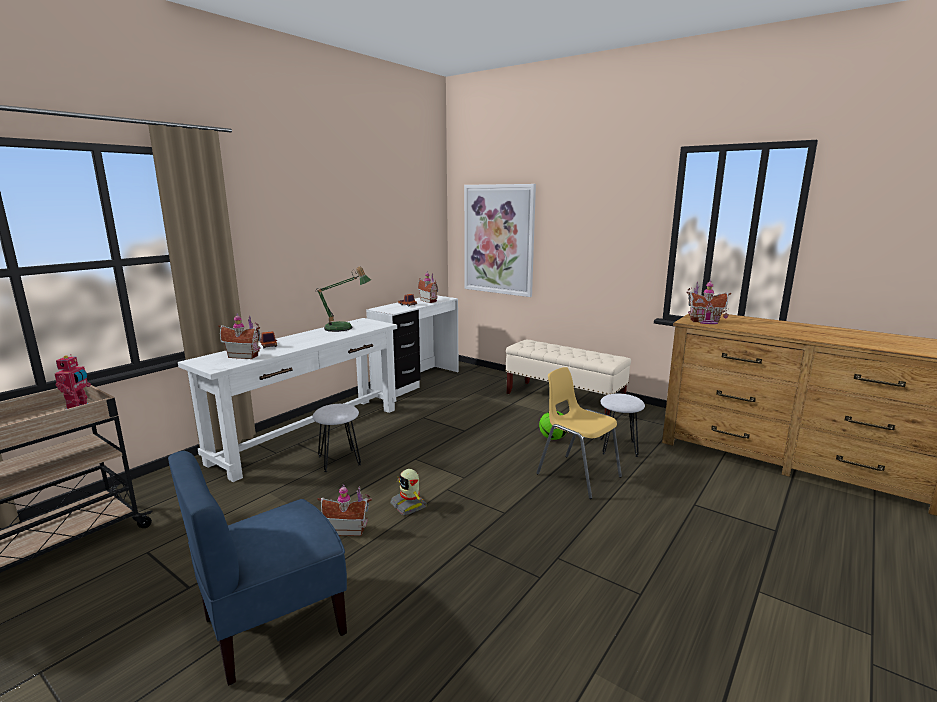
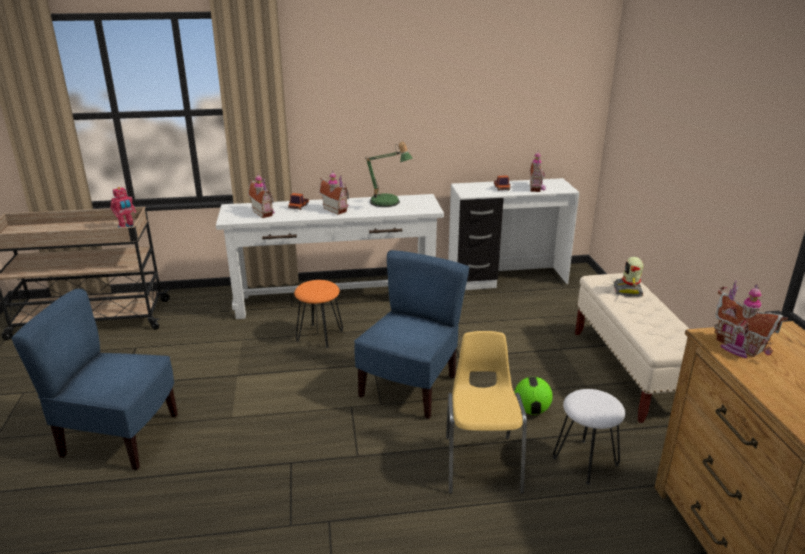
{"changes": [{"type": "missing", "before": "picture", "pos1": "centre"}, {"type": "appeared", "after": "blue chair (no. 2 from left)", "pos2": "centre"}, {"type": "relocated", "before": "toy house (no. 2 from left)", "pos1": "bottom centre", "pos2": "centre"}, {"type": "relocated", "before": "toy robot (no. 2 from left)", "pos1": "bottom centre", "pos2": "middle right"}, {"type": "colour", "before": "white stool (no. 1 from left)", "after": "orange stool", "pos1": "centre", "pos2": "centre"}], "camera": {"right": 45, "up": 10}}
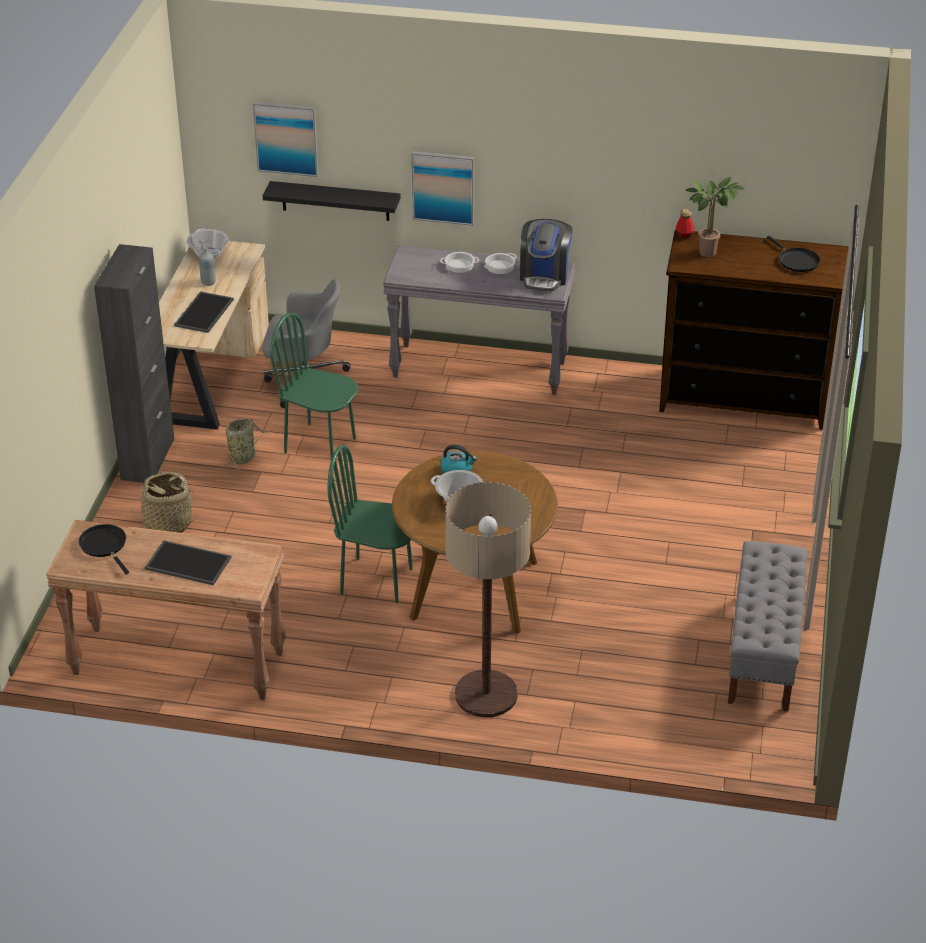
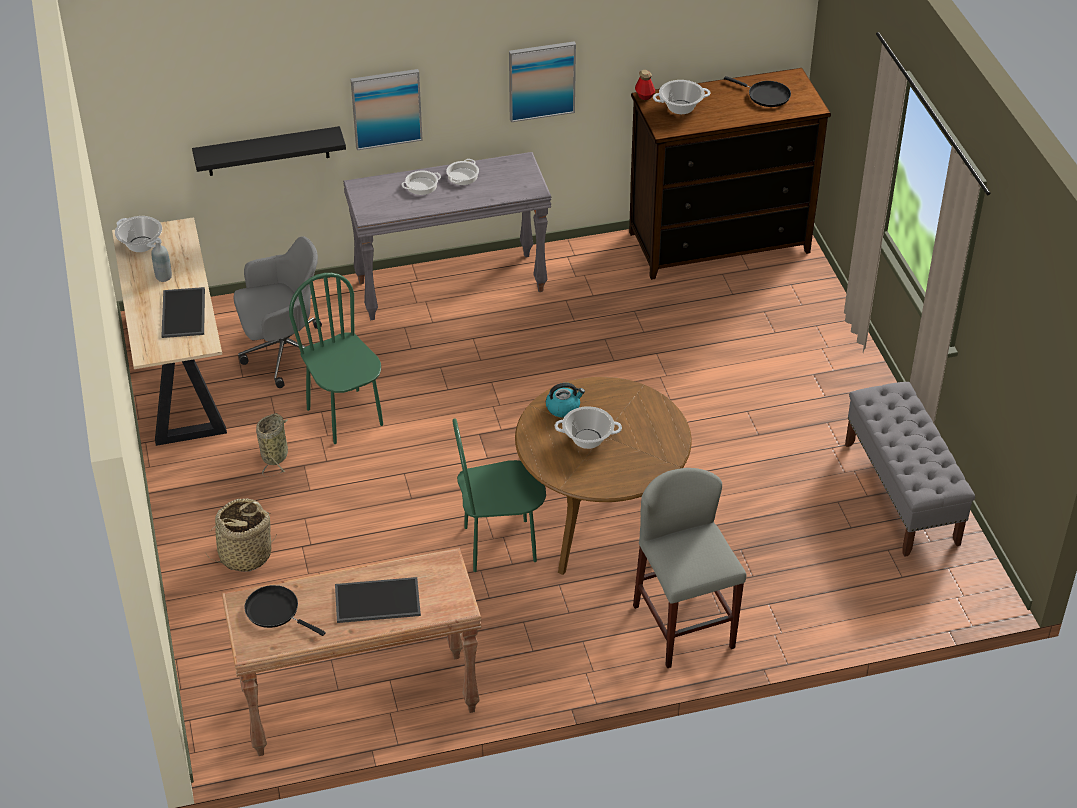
{"changes": [{"type": "missing", "before": "black cabinet", "pos1": "middle left"}, {"type": "missing", "before": "coffee machine", "pos1": "top centre"}, {"type": "relocated", "before": "picture (no. 1 from left in the first image)", "after": "picture (no. 2 from left)", "pos1": "top left", "pos2": "top centre"}, {"type": "exchanged", "before": "floor lamp", "after": "grey stool", "pos1": "centre", "pos2": "bottom centre"}, {"type": "exchanged", "before": "potted plant", "after": "cooking pot (no. 5 from left)", "pos1": "top right", "pos2": "top centre"}, {"type": "spun", "before": "green chair (no. 1 from left)", "pos1": "centre", "pos2": "middle left", "turn": 60}], "camera": {"right": -25, "up": 5}}
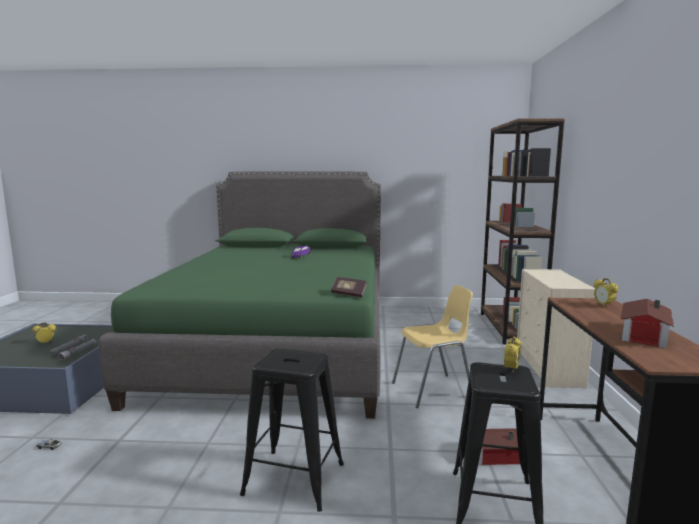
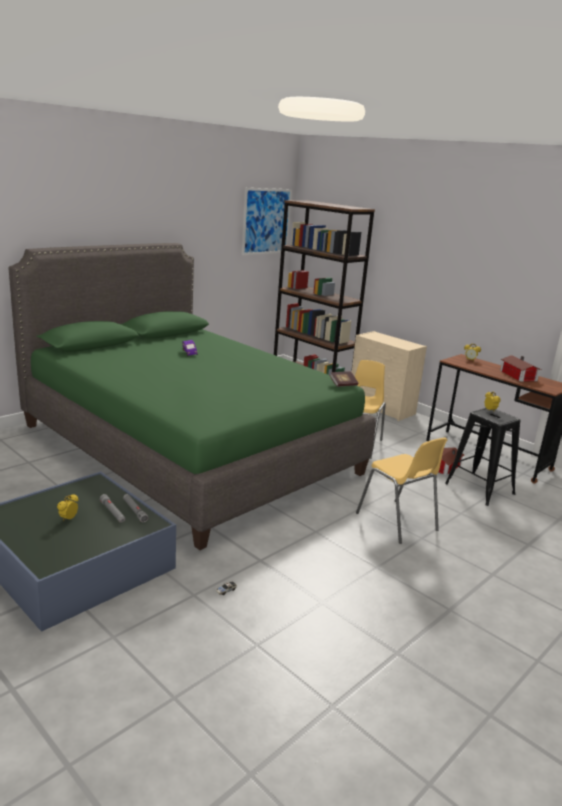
{"changes": [{"type": "appeared", "after": "picture", "pos2": "top centre"}, {"type": "exchanged", "before": "black stool (no. 1 from left)", "after": "yellow chair (no. 2 from left)", "pos1": "bottom centre", "pos2": "middle right"}], "camera": {"right": -50, "up": 10}}
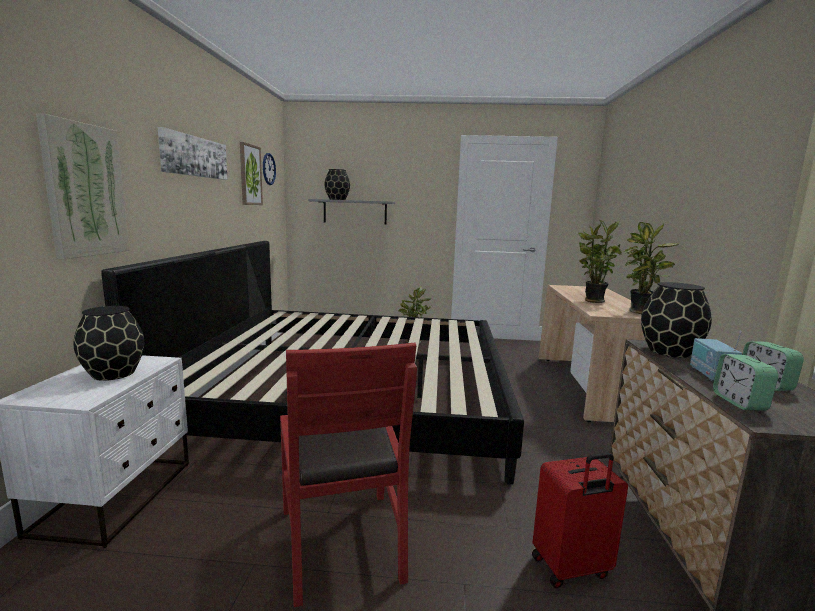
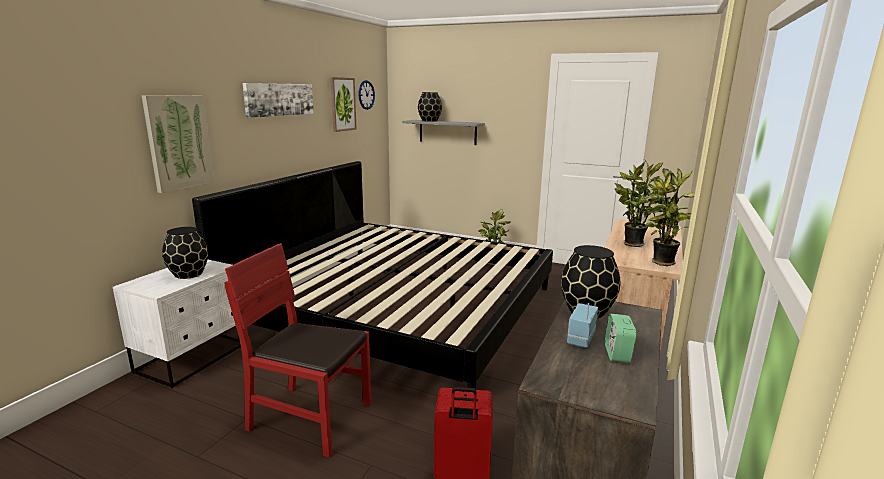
{"changes": [{"type": "missing", "before": "alarm clock (no. 1 from left)", "pos1": "middle right"}, {"type": "spun", "before": "red chair", "pos1": "bottom centre", "pos2": "bottom centre", "turn": 105}], "camera": {"right": 20, "up": 5}}
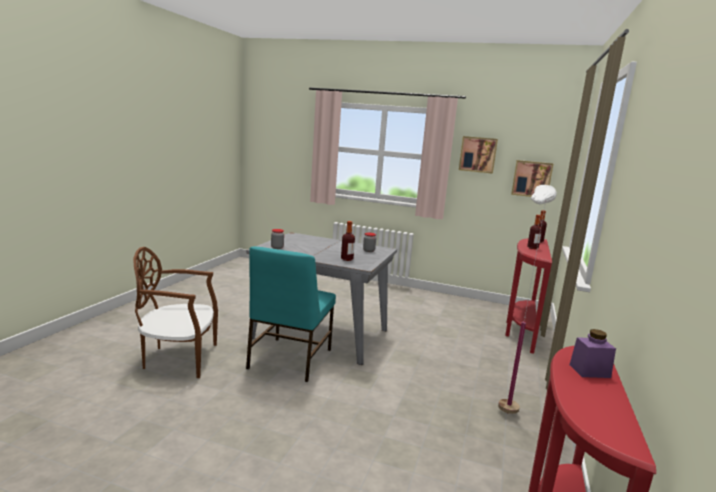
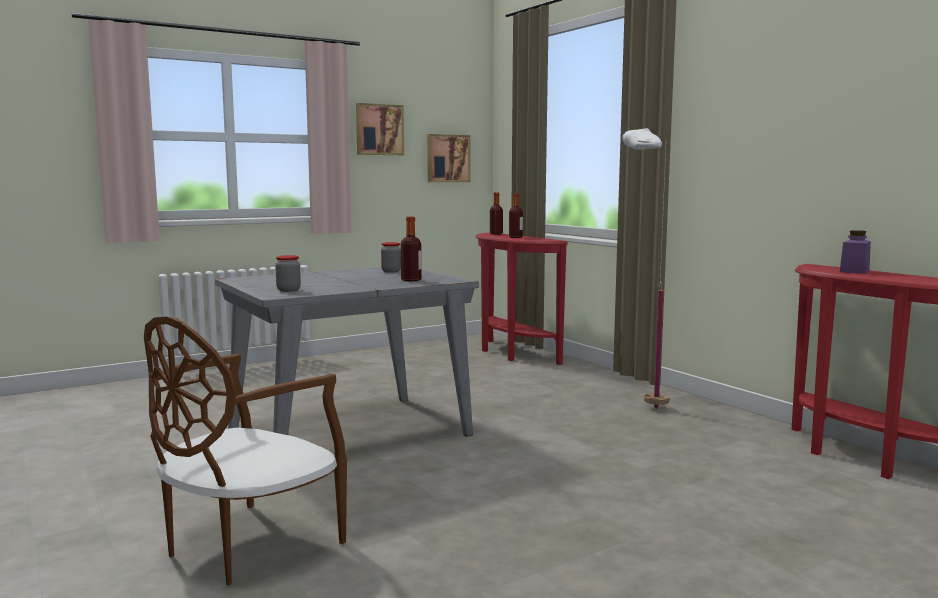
{"changes": [{"type": "missing", "before": "turquoise chair", "pos1": "centre"}], "camera": {"right": -50, "up": -5}}
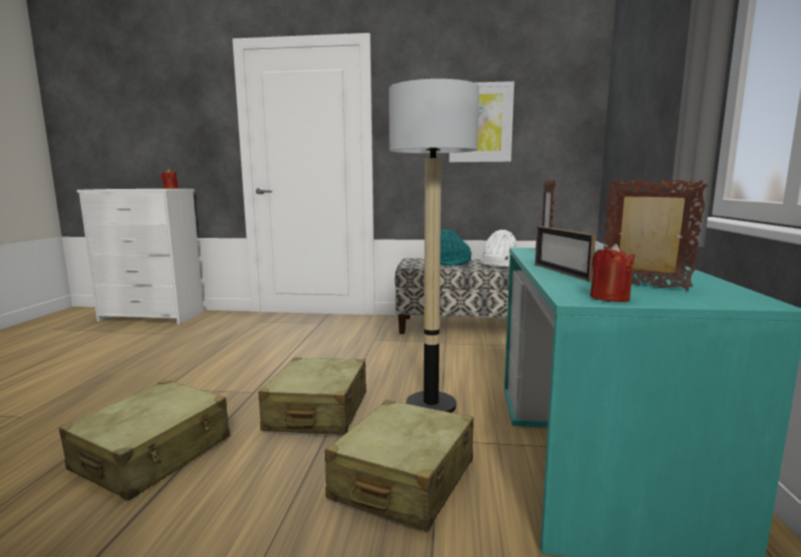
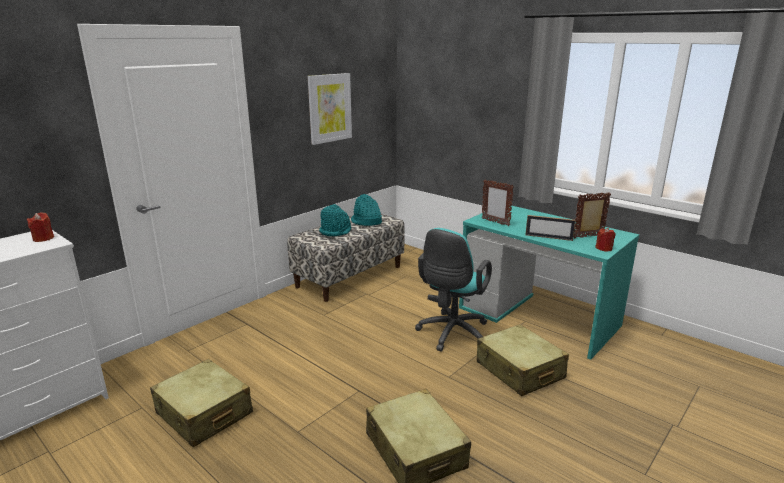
{"changes": [{"type": "relocated", "before": "beige suitcase (no. 2 from left in the first image)", "after": "beige suitcase (no. 1 from left)", "pos1": "bottom centre", "pos2": "bottom left"}, {"type": "exchanged", "before": "floor lamp", "after": "turquoise office chair", "pos1": "centre", "pos2": "centre"}, {"type": "colour", "before": "white hat", "after": "turquoise hat (no. 2 from left)", "pos1": "centre", "pos2": "centre"}], "camera": {"right": -55, "up": 10}}
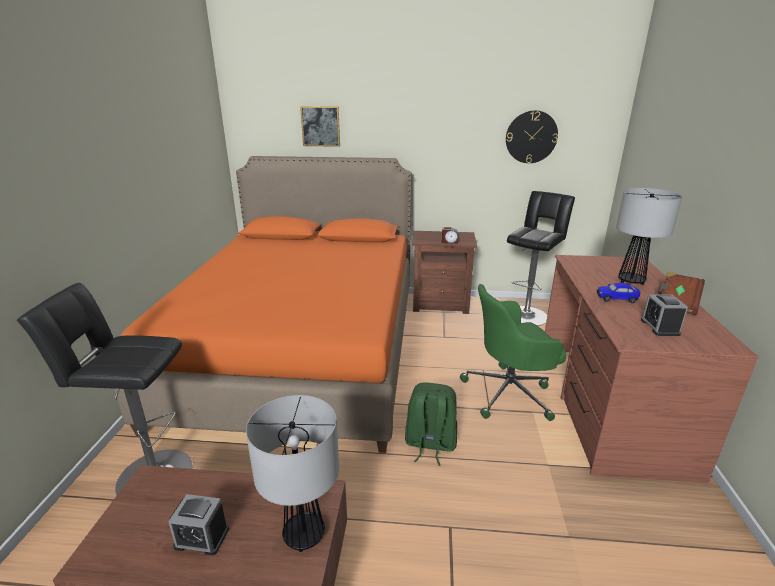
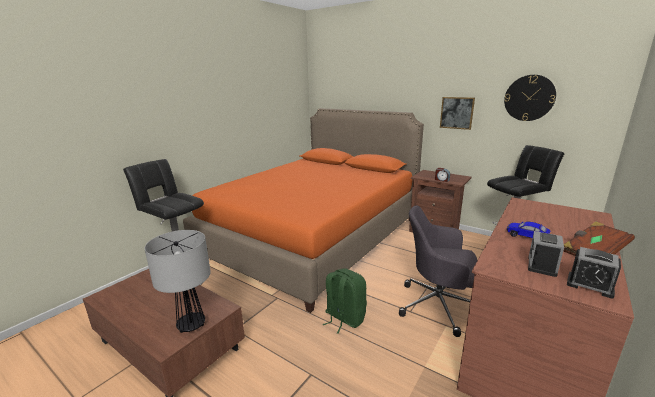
{"changes": [{"type": "missing", "before": "table lamp (no. 2 from left)", "pos1": "middle right"}, {"type": "relocated", "before": "alarm clock (no. 1 from left in the first image)", "after": "alarm clock (no. 3 from left)", "pos1": "bottom left", "pos2": "bottom right"}, {"type": "relocated", "before": "picture", "pos1": "top centre", "pos2": "top right"}, {"type": "colour", "before": "green office chair", "after": "grey office chair", "pos1": "centre", "pos2": "bottom right"}], "camera": {"right": 30, "up": -5}}
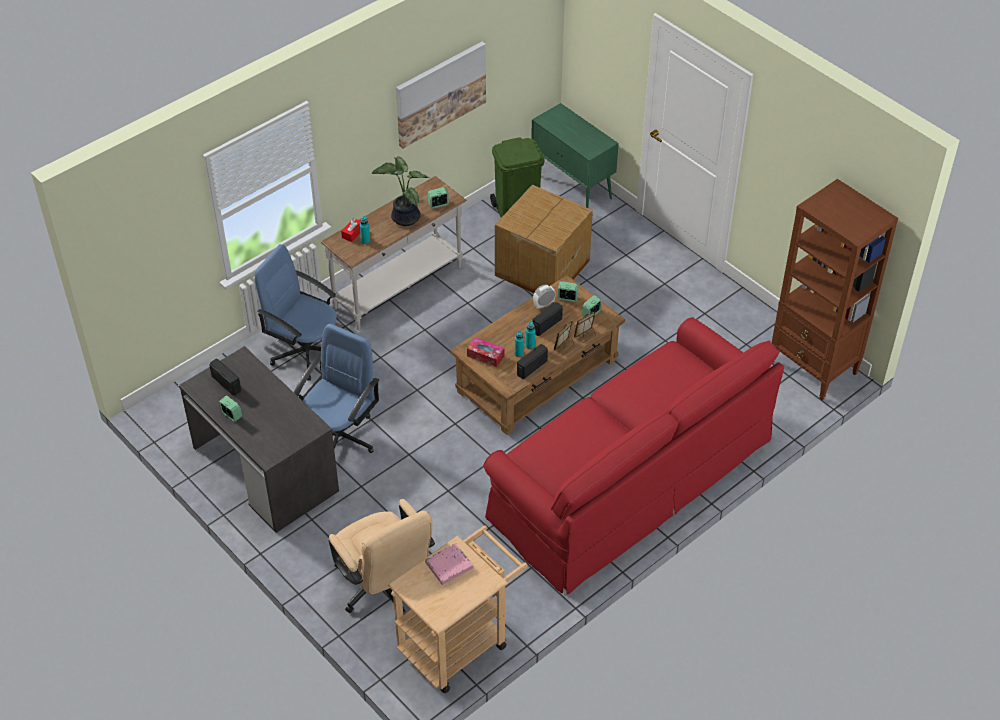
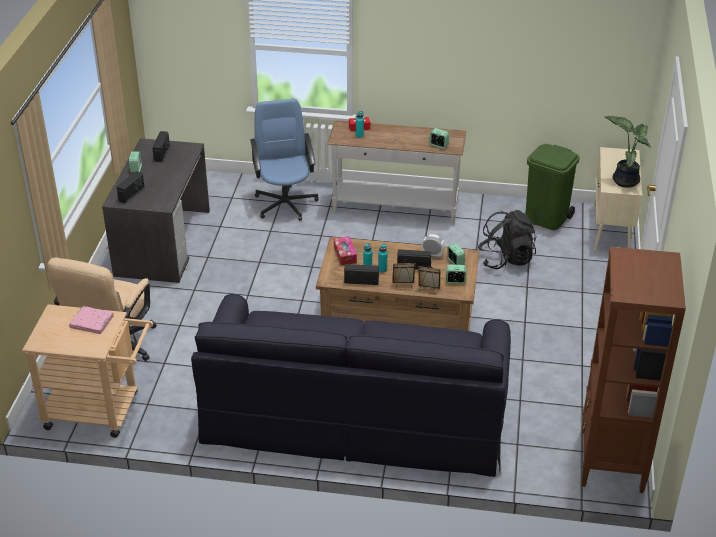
{"changes": [{"type": "missing", "before": "blue office chair (no. 2 from left)", "pos1": "centre"}, {"type": "missing", "before": "picture", "pos1": "top centre"}, {"type": "appeared", "after": "radio (no. 1 from left)", "pos2": "middle left"}, {"type": "relocated", "before": "potted plant", "pos1": "top centre", "pos2": "top right"}, {"type": "exchanged", "before": "cardboard box", "after": "black backpack", "pos1": "top centre", "pos2": "middle right"}, {"type": "colour", "before": "red sofa", "after": "black sofa", "pos1": "centre", "pos2": "bottom centre"}, {"type": "colour", "before": "green cabinet", "after": "beige cabinet", "pos1": "top centre", "pos2": "middle right"}], "camera": {"right": 50, "up": -10}}
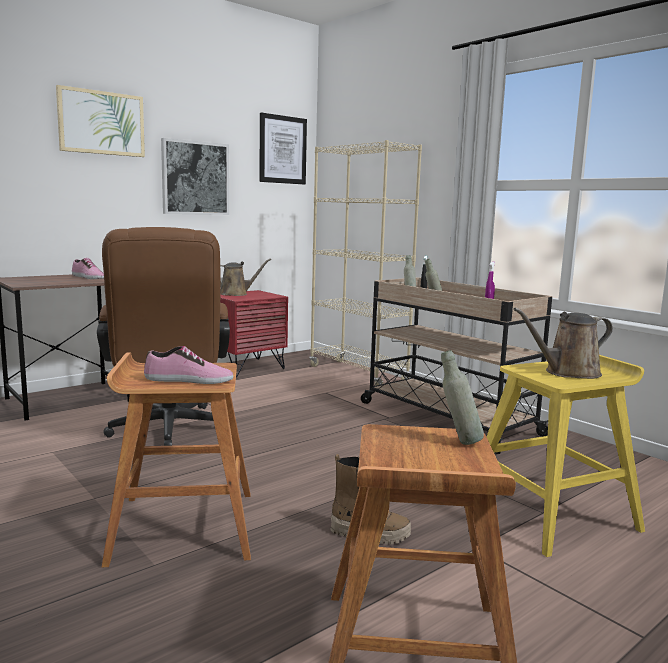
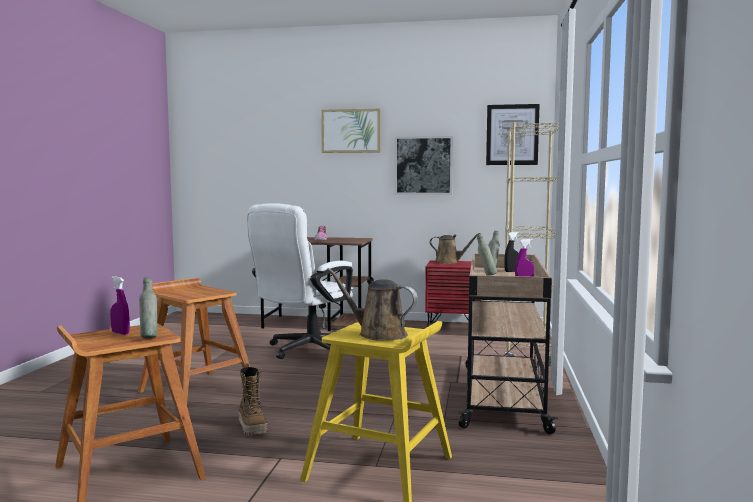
{"changes": [{"type": "missing", "before": "shoe (no. 2 from left)", "pos1": "middle left"}, {"type": "appeared", "after": "purple spray bottle (no. 1 from left)", "pos2": "middle left"}, {"type": "colour", "before": "brown office chair", "after": "white office chair", "pos1": "middle left", "pos2": "centre"}], "camera": {"right": 50, "up": -5}}
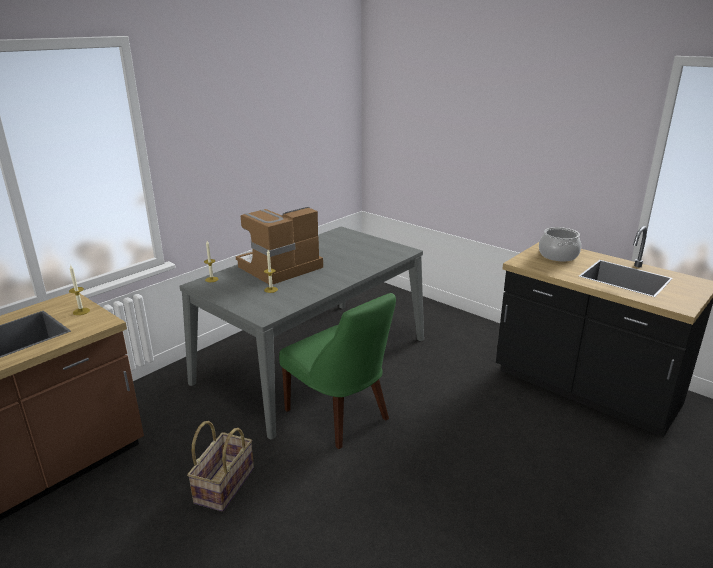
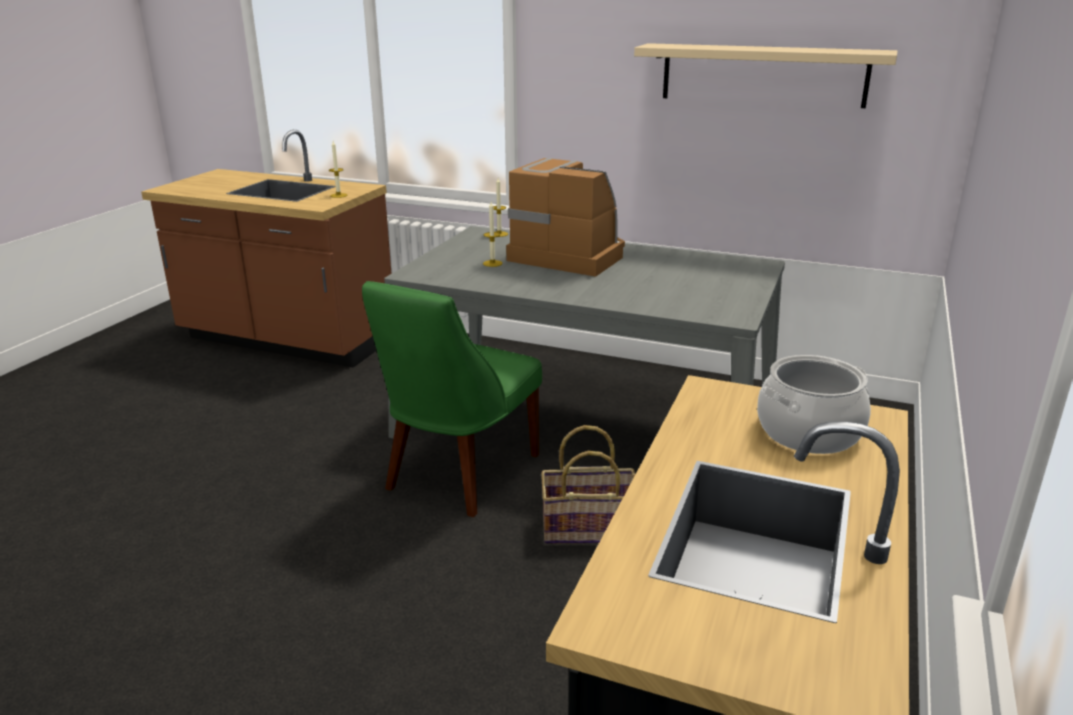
{"changes": [{"type": "appeared", "after": "beige shelf", "pos2": "top right"}, {"type": "relocated", "before": "basket", "pos1": "bottom left", "pos2": "bottom centre"}], "camera": {"right": 70, "up": 0}}
